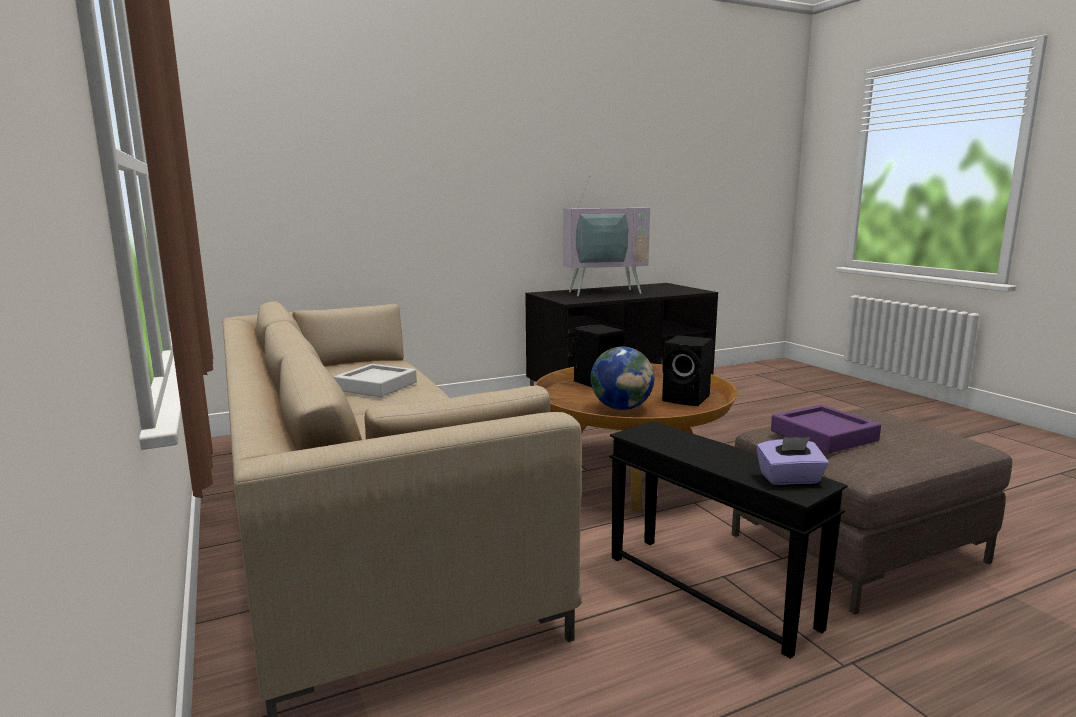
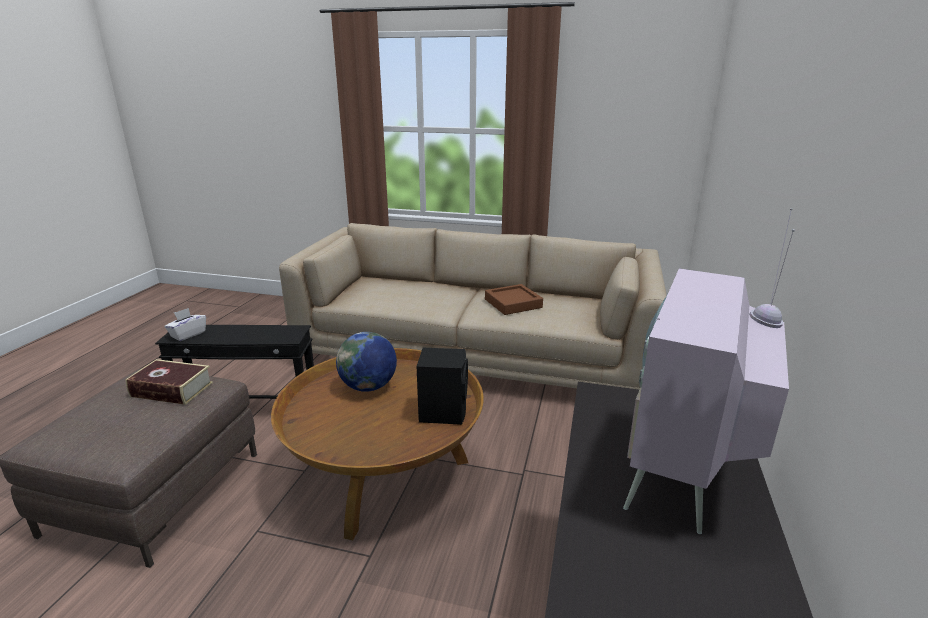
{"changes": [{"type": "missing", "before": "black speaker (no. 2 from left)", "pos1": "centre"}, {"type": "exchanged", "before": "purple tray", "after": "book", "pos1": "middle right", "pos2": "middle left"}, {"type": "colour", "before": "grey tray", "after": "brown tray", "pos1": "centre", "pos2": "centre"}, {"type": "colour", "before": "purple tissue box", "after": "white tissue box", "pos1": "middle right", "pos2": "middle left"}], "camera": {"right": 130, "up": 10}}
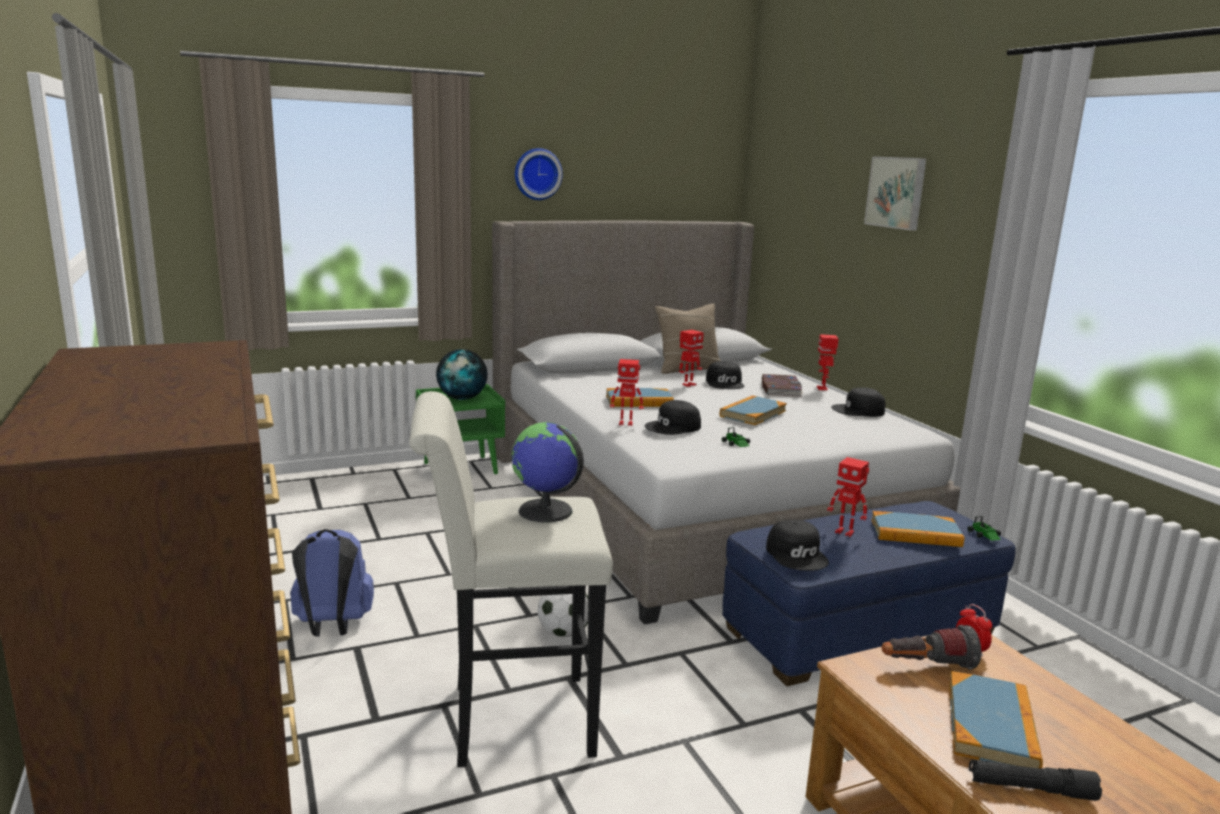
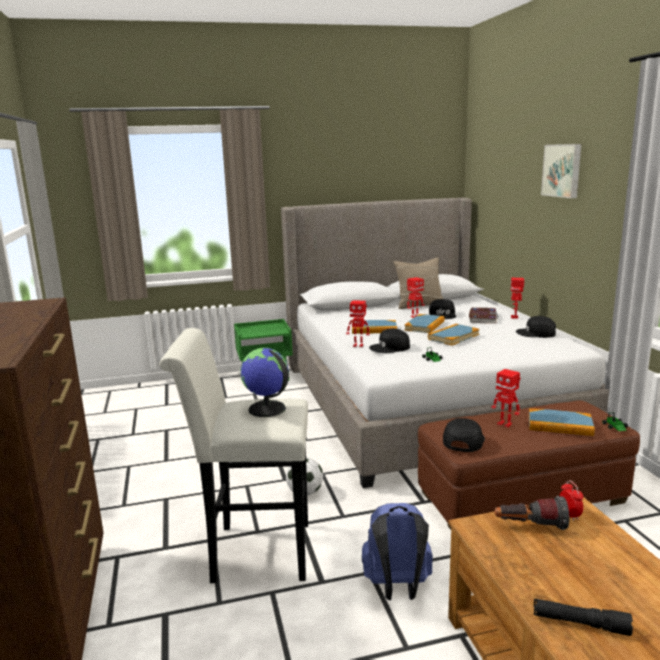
{"changes": [{"type": "missing", "before": "globe (no. 1 from left)", "pos1": "centre"}, {"type": "missing", "before": "wall clock", "pos1": "top centre"}, {"type": "relocated", "before": "blue backpack", "pos1": "bottom left", "pos2": "bottom centre"}, {"type": "relocated", "before": "book (no. 5 from left in the first image)", "after": "book (no. 2 from left)", "pos1": "bottom right", "pos2": "centre"}, {"type": "colour", "before": "blue ottoman", "after": "brown ottoman", "pos1": "bottom right", "pos2": "bottom right"}, {"type": "spun", "before": "black cap (no. 3 from left)", "pos1": "bottom centre", "pos2": "middle right", "turn": -150}], "camera": {"right": 10, "up": 0}}
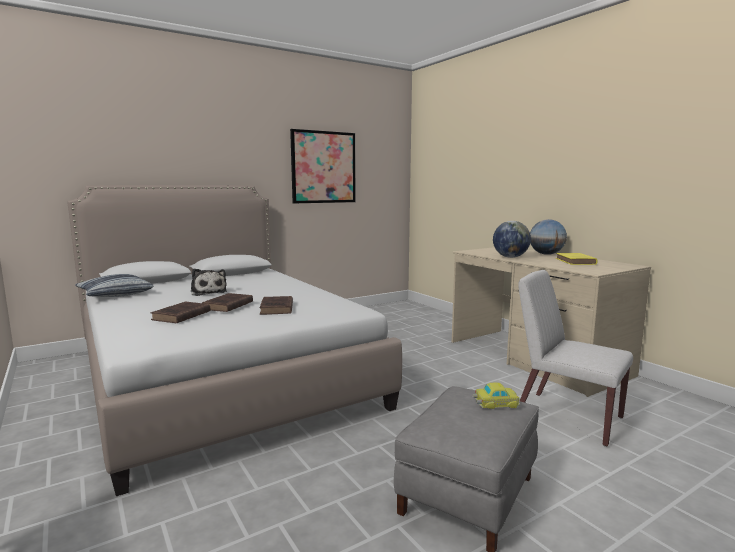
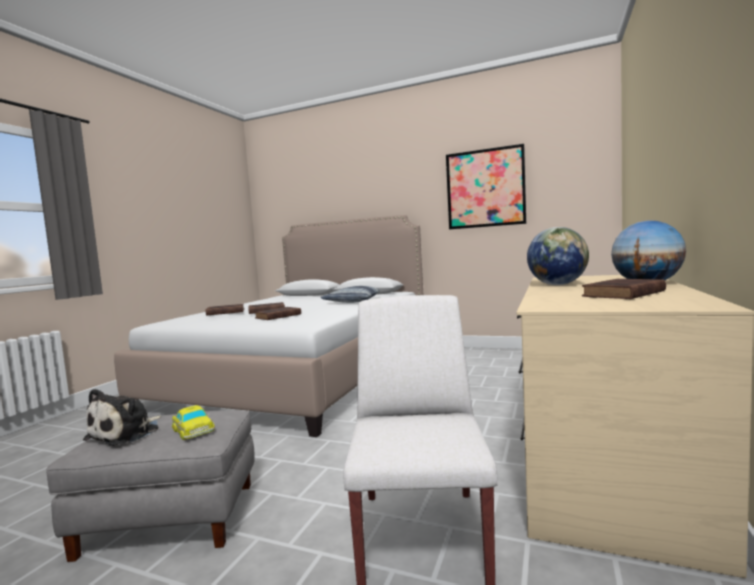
{"changes": [{"type": "relocated", "before": "pillow", "pos1": "middle left", "pos2": "centre"}, {"type": "relocated", "before": "plush toy", "pos1": "middle left", "pos2": "bottom left"}, {"type": "colour", "before": "yellow book", "after": "brown book (no. 4 from left)", "pos1": "middle right", "pos2": "middle right"}], "camera": {"right": 55, "up": -5}}
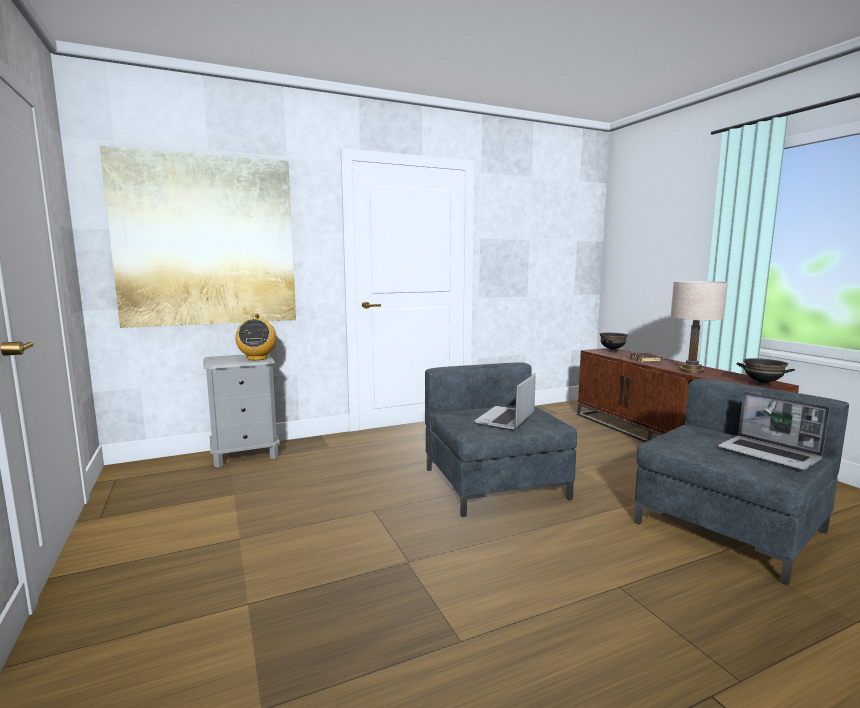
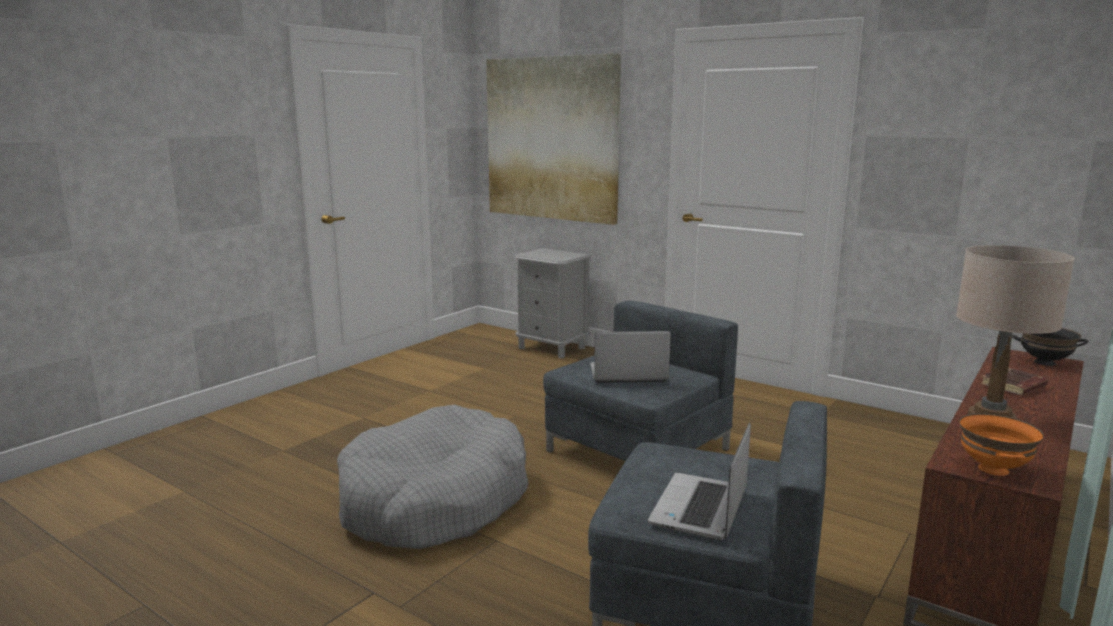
{"changes": [{"type": "missing", "before": "radio", "pos1": "middle left"}, {"type": "appeared", "after": "grey dog bed", "pos2": "bottom centre"}, {"type": "colour", "before": "black bowl (no. 2 from left)", "after": "orange bowl", "pos1": "middle right", "pos2": "bottom right"}], "camera": {"right": 60, "up": 5}}
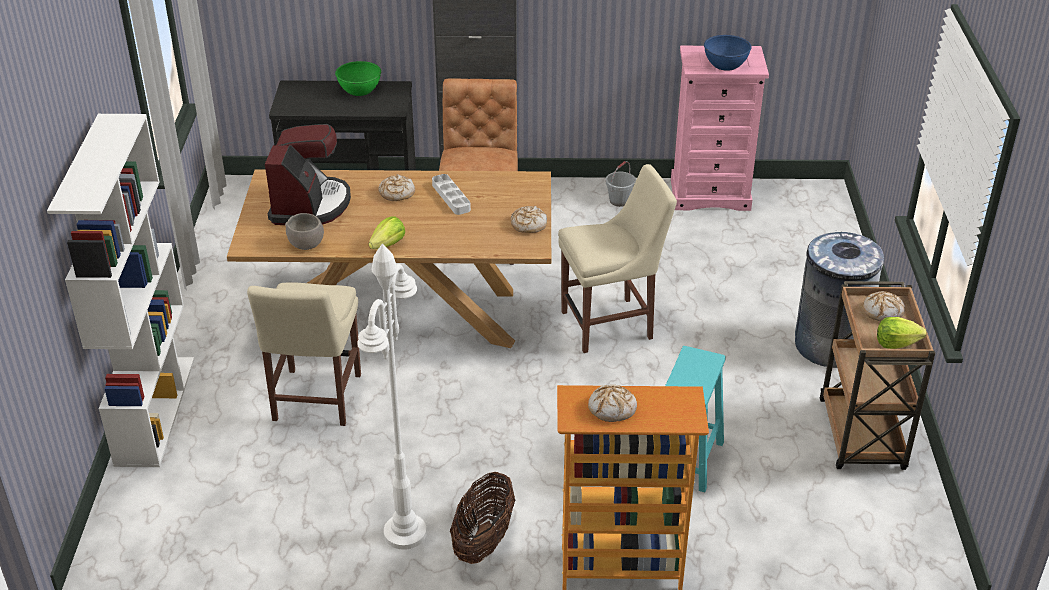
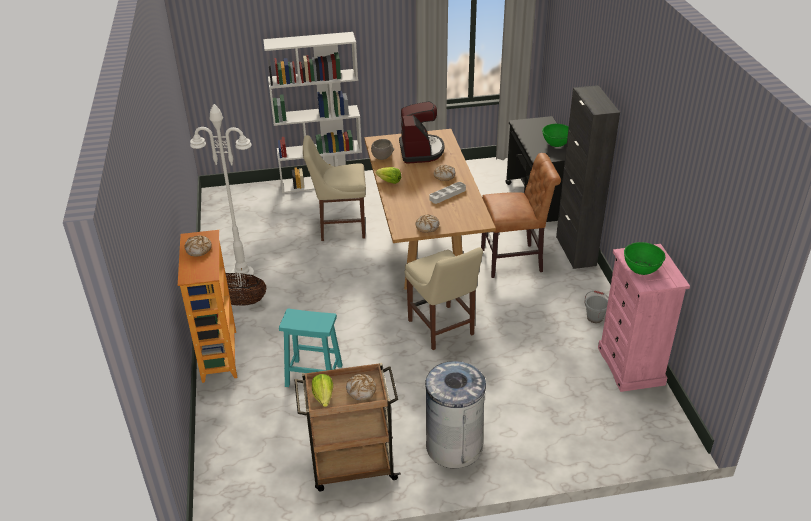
{"changes": [{"type": "colour", "before": "blue bowl", "after": "green bowl (no. 2 from left)", "pos1": "top right", "pos2": "middle right"}, {"type": "spun", "before": "coffee machine", "pos1": "top left", "pos2": "top centre", "turn": -90}], "camera": {"right": 80, "up": 0}}
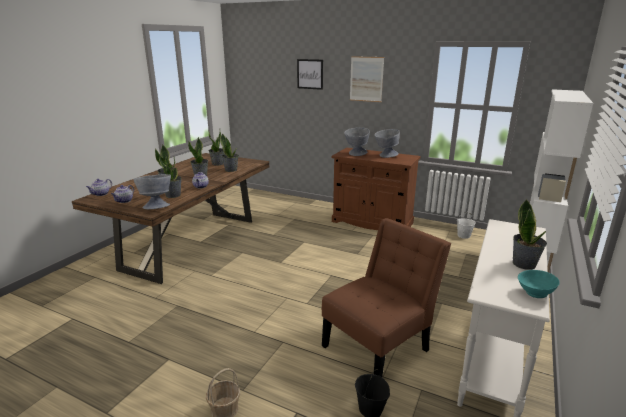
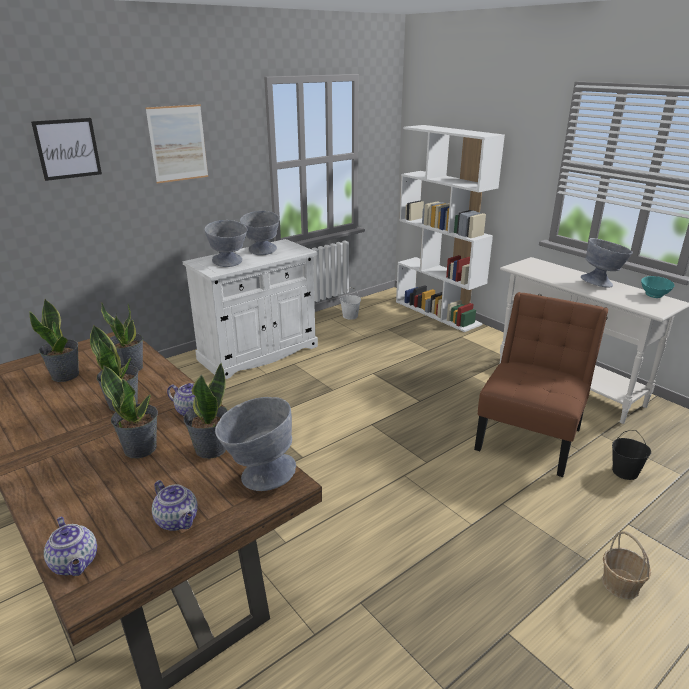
{"changes": [{"type": "exchanged", "before": "potted plant (no. 6 from left)", "after": "grey bowl (no. 4 from left)", "pos1": "middle right", "pos2": "middle right"}, {"type": "colour", "before": "brown cabinet", "after": "white cabinet", "pos1": "centre", "pos2": "centre"}, {"type": "spun", "before": "brown chair", "pos1": "bottom centre", "pos2": "middle right", "turn": 45}], "camera": {"right": -65, "up": 5}}
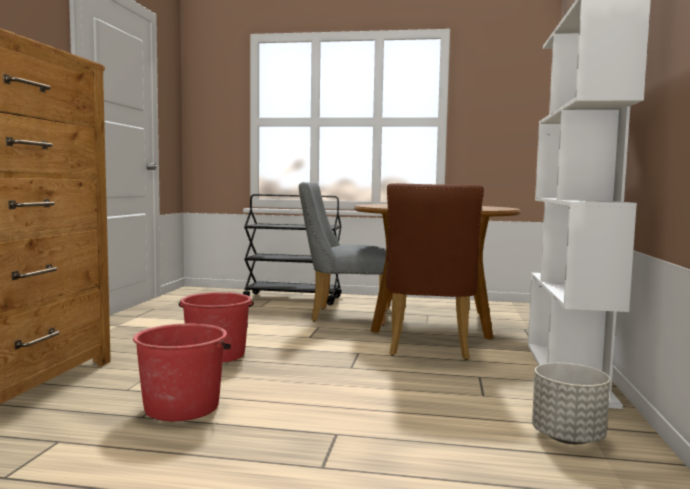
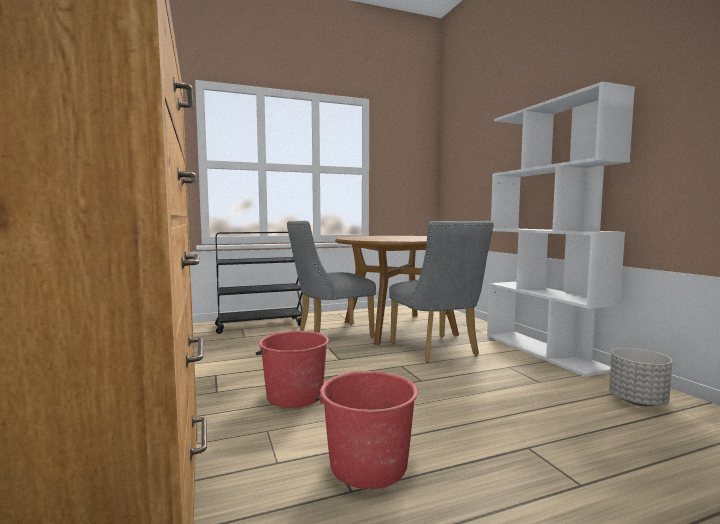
{"changes": [{"type": "colour", "before": "brown chair", "after": "grey chair (no. 2 from left)", "pos1": "centre", "pos2": "centre"}], "camera": {"right": -30, "up": 0}}
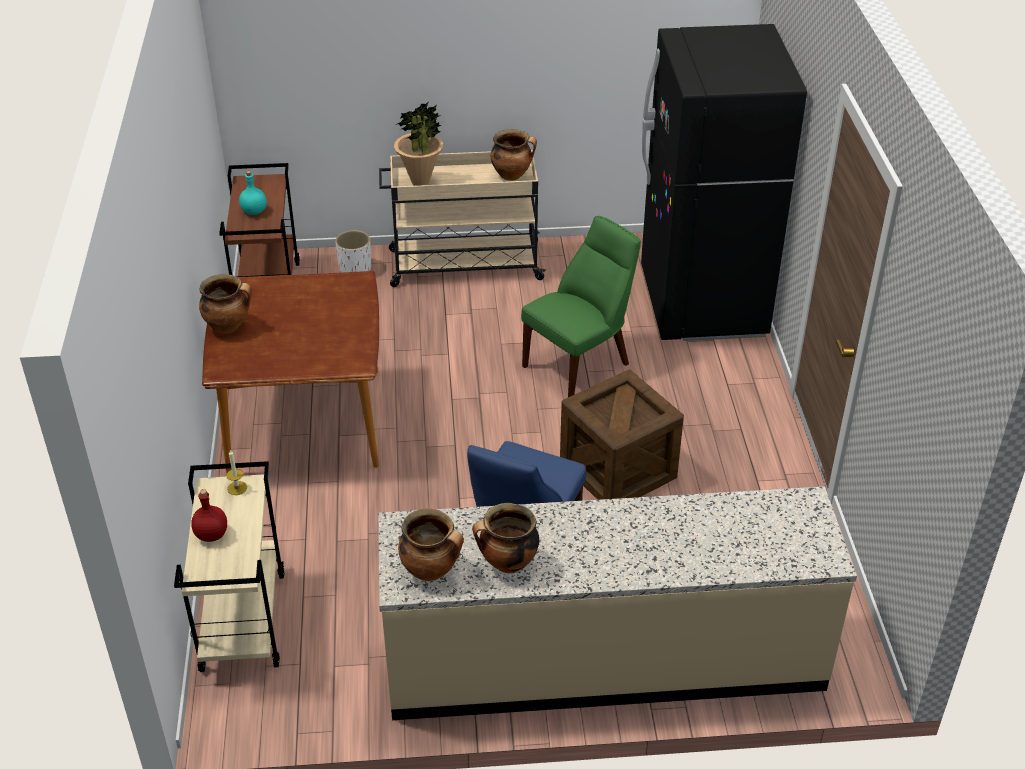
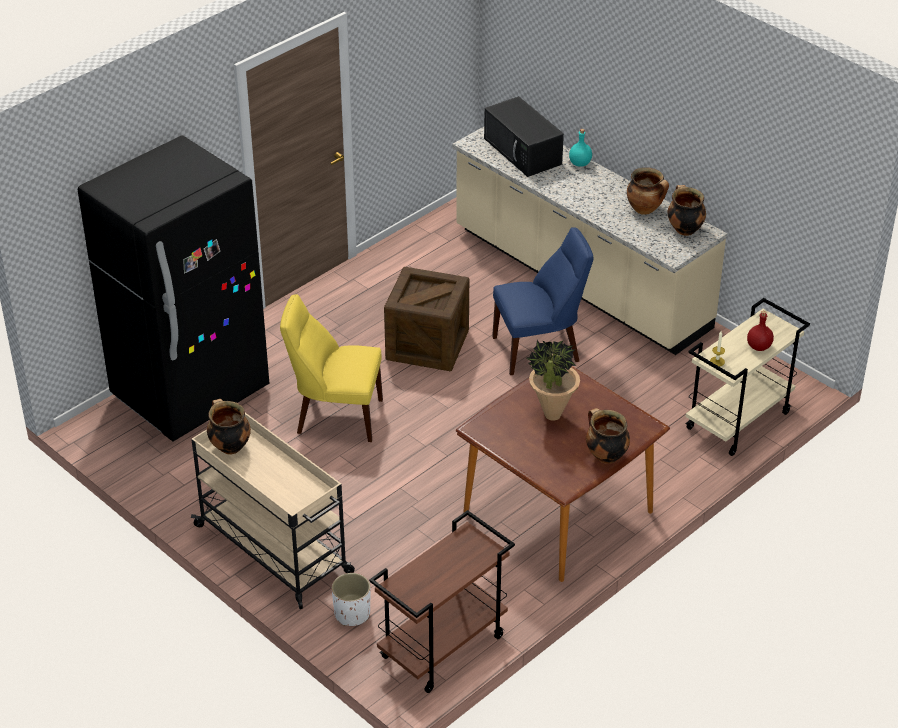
{"changes": [{"type": "appeared", "after": "black microwave", "pos2": "top centre"}, {"type": "relocated", "before": "turquoise bottle", "pos1": "top left", "pos2": "top centre"}, {"type": "relocated", "before": "potted plant", "pos1": "top centre", "pos2": "centre"}, {"type": "colour", "before": "green chair", "after": "yellow chair", "pos1": "centre", "pos2": "centre"}], "camera": {"right": -130, "up": 0}}
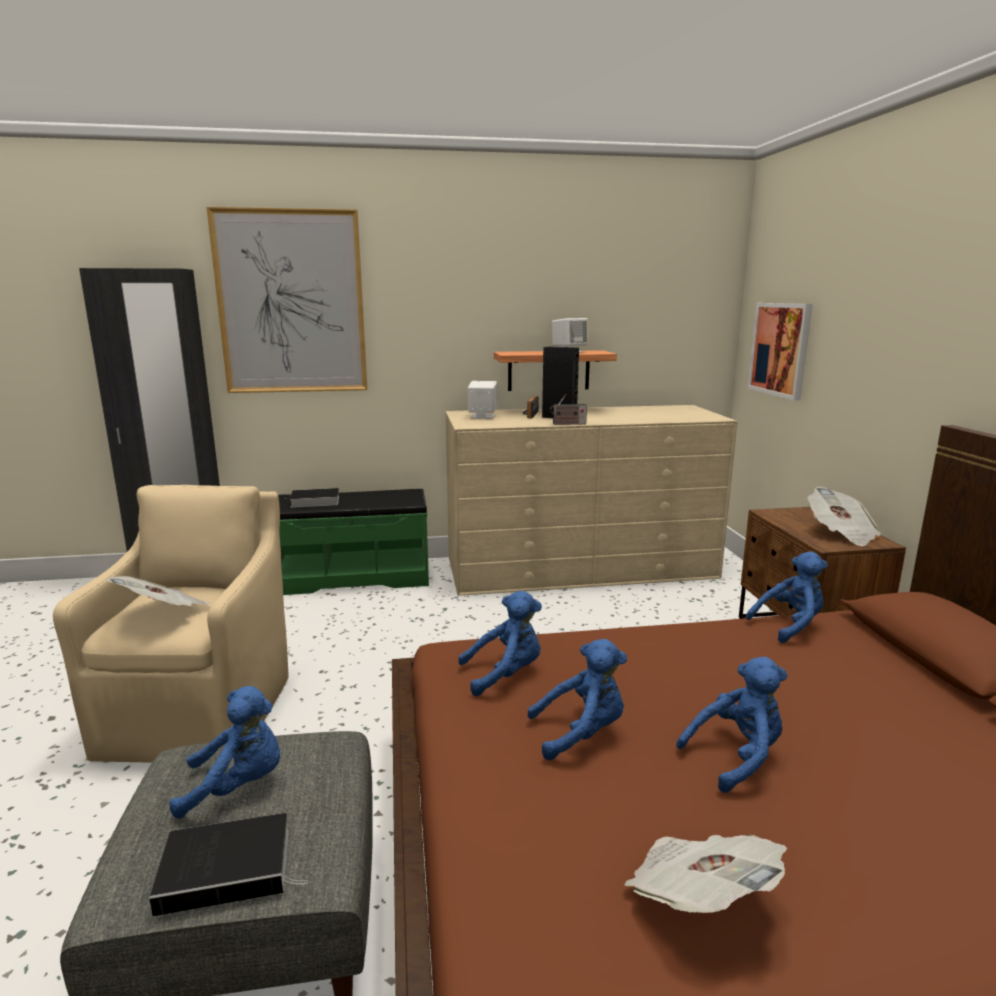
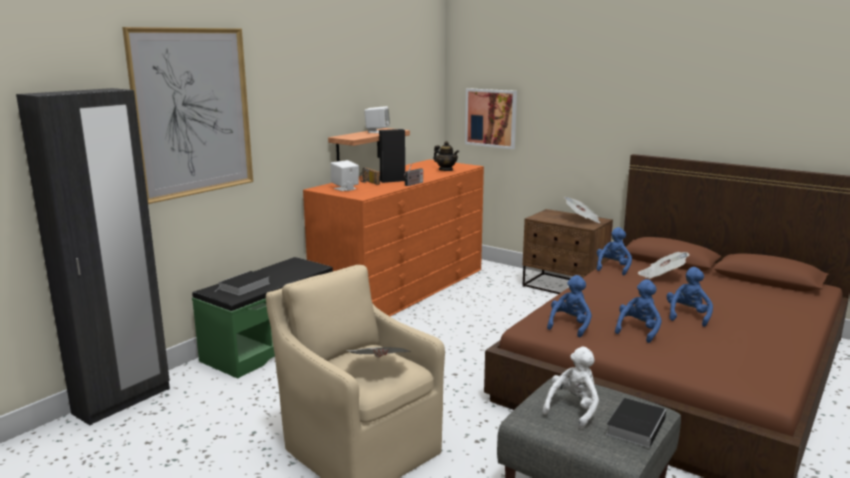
{"changes": [{"type": "appeared", "after": "teapot", "pos2": "top centre"}, {"type": "relocated", "before": "newspaper (no. 2 from left in the first image)", "after": "newspaper (no. 3 from left)", "pos1": "bottom right", "pos2": "middle right"}, {"type": "colour", "before": "blue plush toy (no. 1 from left)", "after": "white plush toy", "pos1": "bottom left", "pos2": "bottom right"}, {"type": "colour", "before": "beige dresser", "after": "orange dresser", "pos1": "centre", "pos2": "centre"}], "camera": {"right": -45, "up": 0}}
